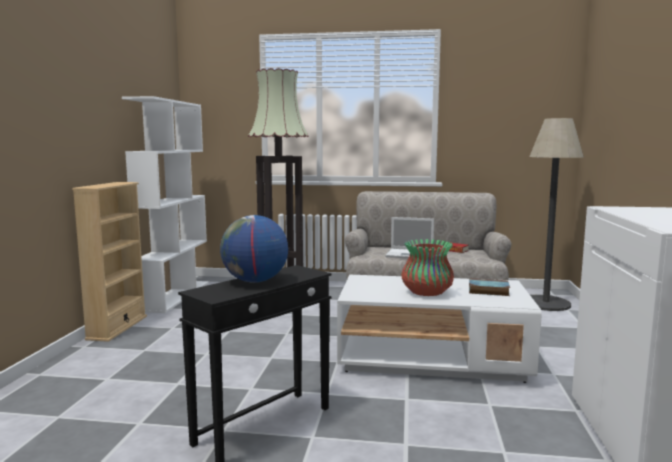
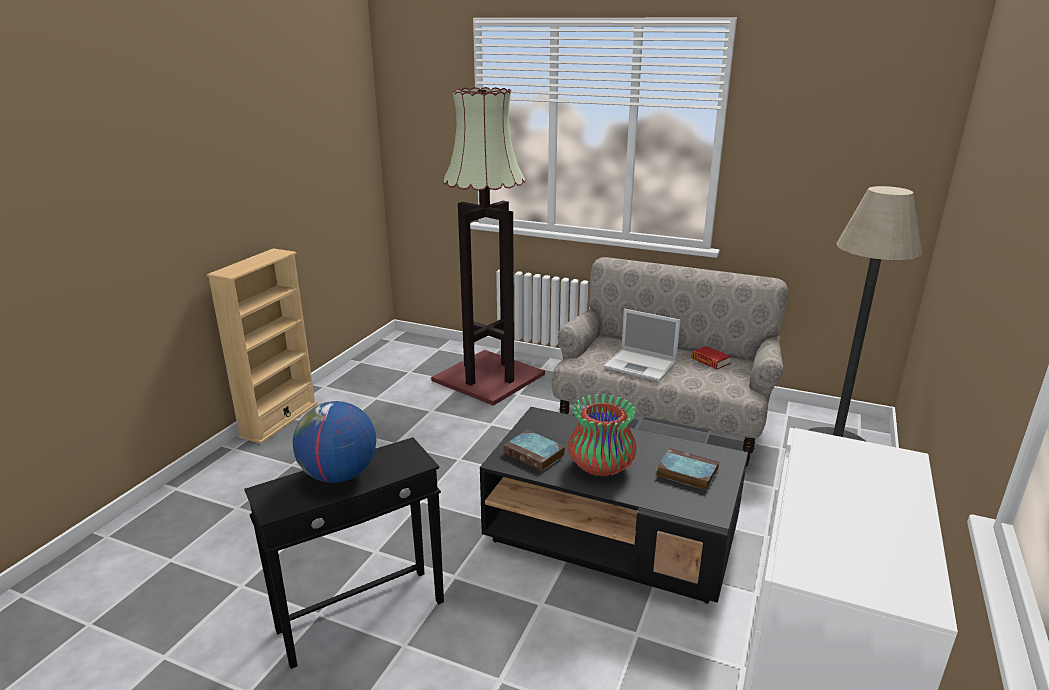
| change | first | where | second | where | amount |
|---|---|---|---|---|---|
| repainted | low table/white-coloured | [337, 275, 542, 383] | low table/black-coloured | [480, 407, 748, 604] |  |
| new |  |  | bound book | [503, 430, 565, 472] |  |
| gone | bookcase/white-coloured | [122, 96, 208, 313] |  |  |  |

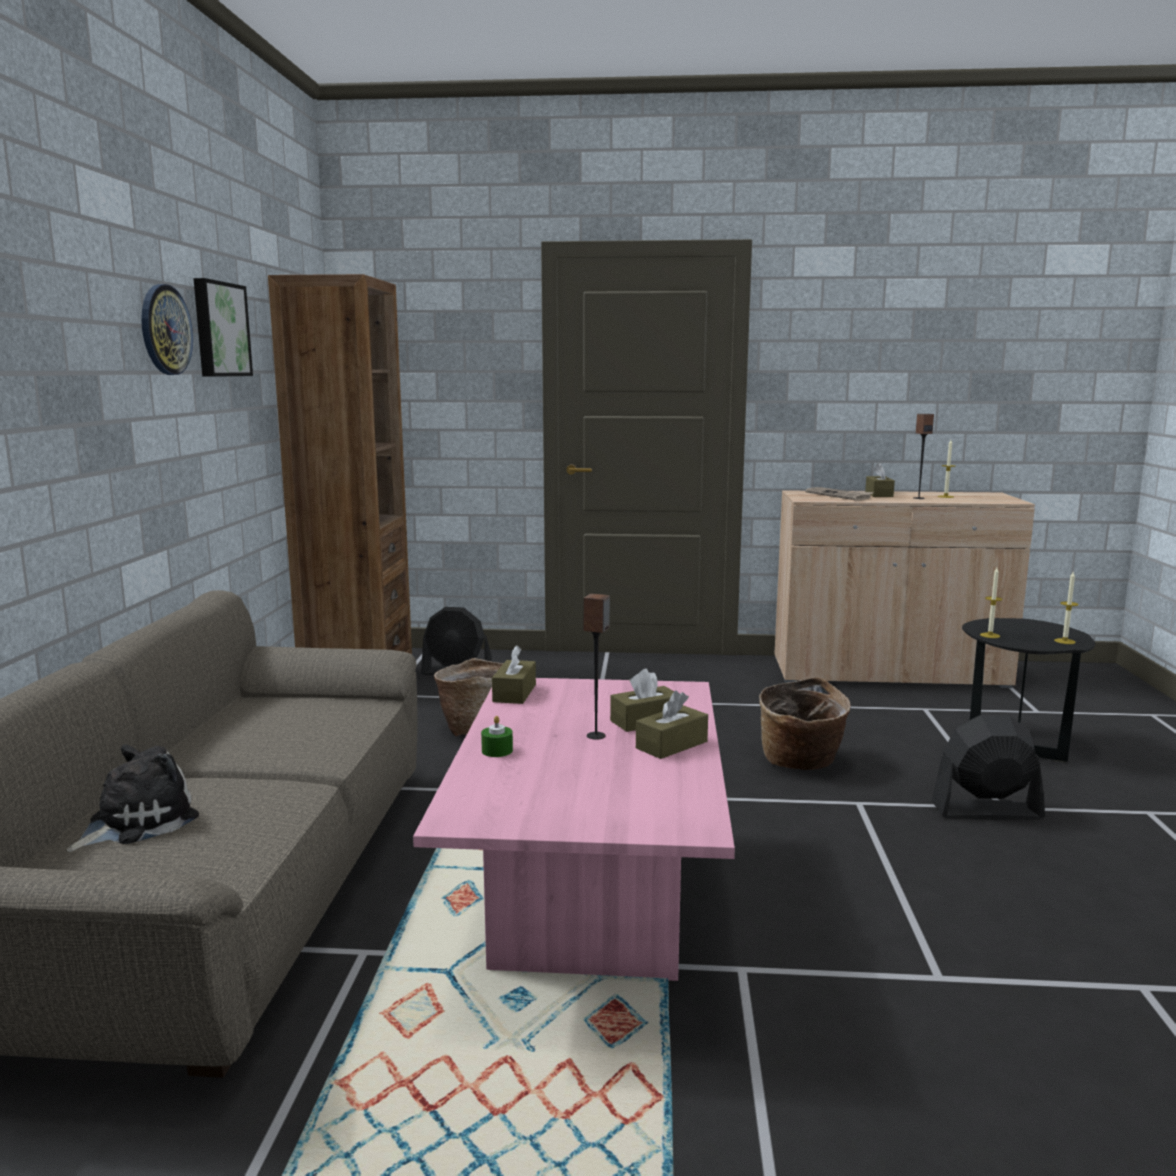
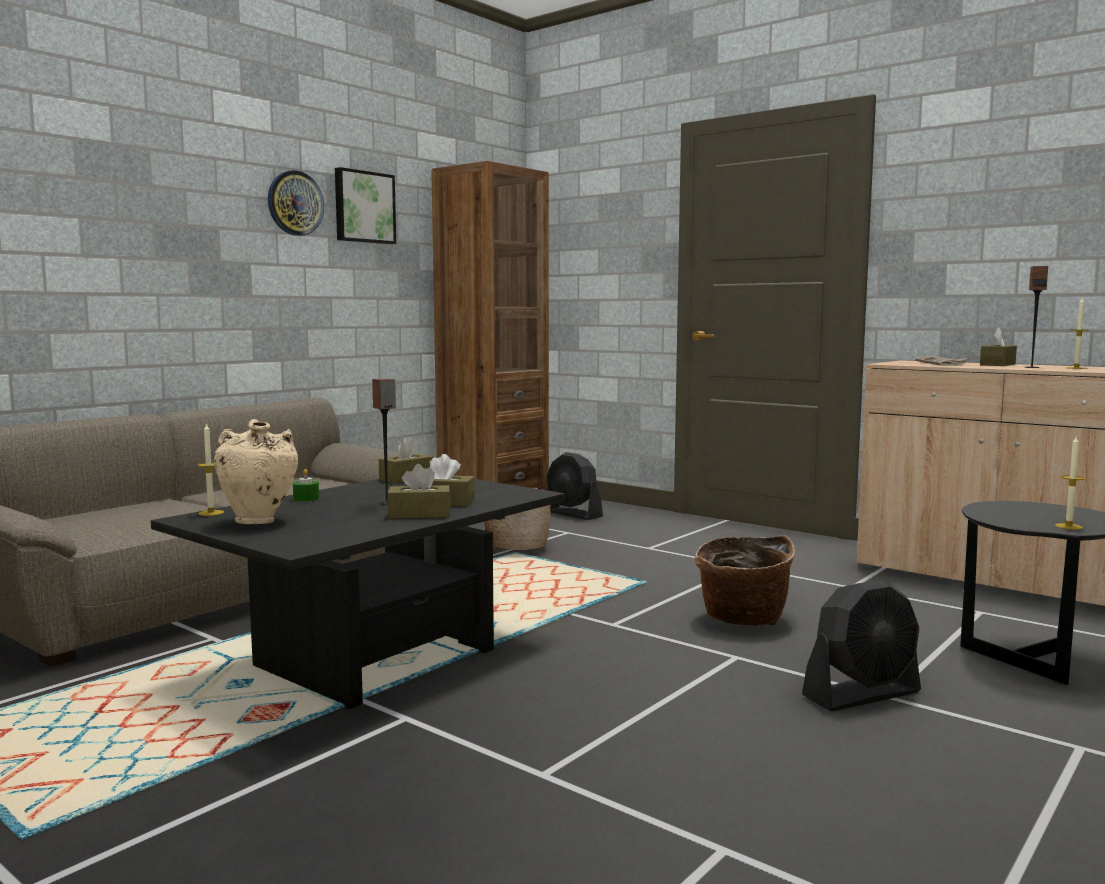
| change | first | where | second | where | amount |
|---|---|---|---|---|---|
| repainted | low table/pinkish | [413, 678, 735, 981] | low table/black-coloured | [151, 479, 565, 709] |  |
| shifted | candle | [980, 568, 1003, 638] |  | [197, 423, 224, 516] |  |
| new |  |  | decorative vase/beige | [214, 419, 298, 524] |  |
| rotated | fan/black-coloured | [932, 716, 1045, 820] |  | [802, 580, 921, 711] | 120 degrees clockwise |
| gone | plush toy | [67, 745, 199, 852] |  |  |  |

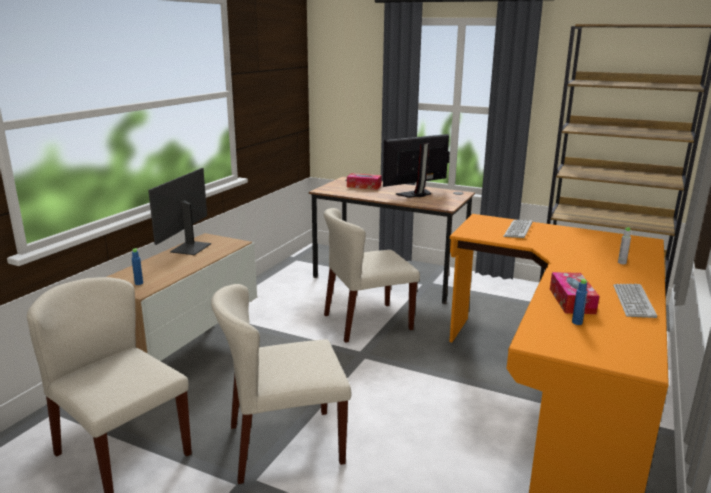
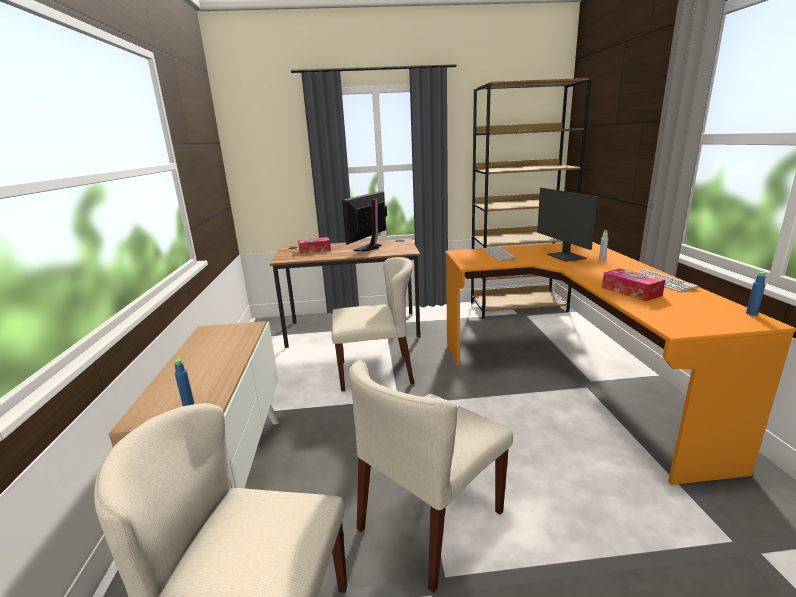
| change | first | where | second | where | amount |
|---|---|---|---|---|---|
| rotated | plain chair/beige | [324, 208, 420, 343] |  | [332, 257, 414, 391] | 135 degrees counterclockwise |
| shifted | computer screen | [148, 168, 211, 255] |  | [537, 188, 598, 262] |  |
| shifted | drink bottle/blue-coloured | [572, 279, 588, 325] |  | [746, 272, 768, 316] |  |

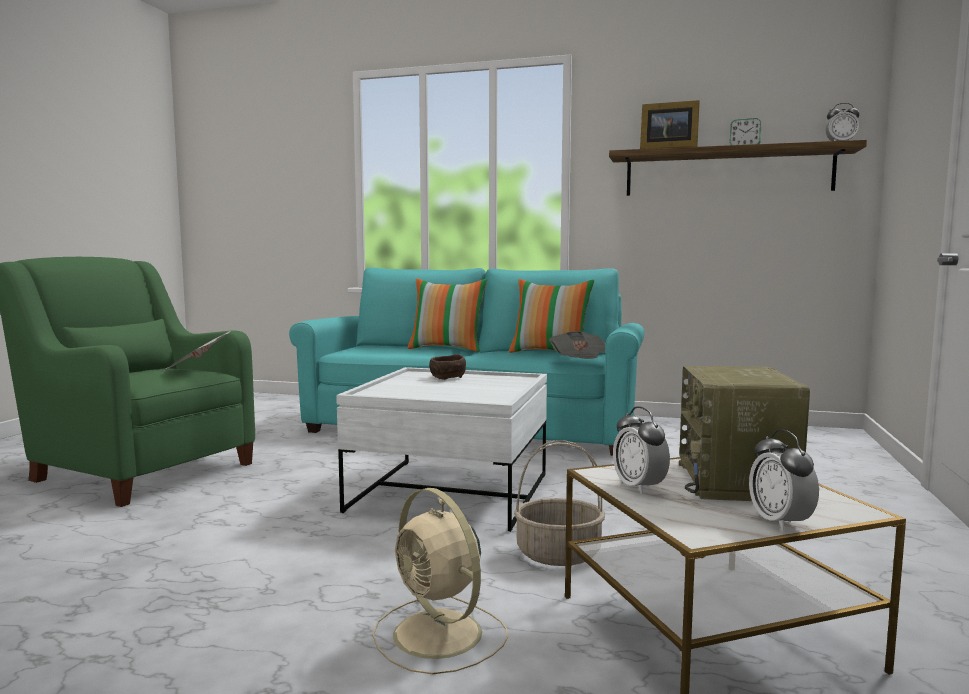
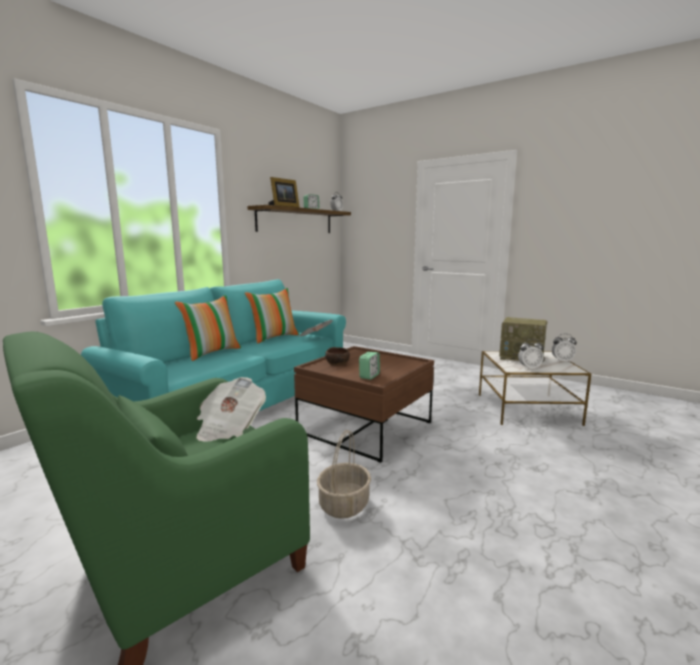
| change | first | where | second | where | amount |
|---|---|---|---|---|---|
| repainted | low table/white-coloured | [336, 367, 547, 532] | low table/brownish | [294, 346, 434, 463] |  |
| shifted | basket | [514, 440, 605, 566] |  | [317, 430, 371, 519] |  |
| new |  |  | bedside clock | [359, 352, 380, 380] |  |
| gone | fan/beige | [372, 488, 508, 674] |  |  |  |

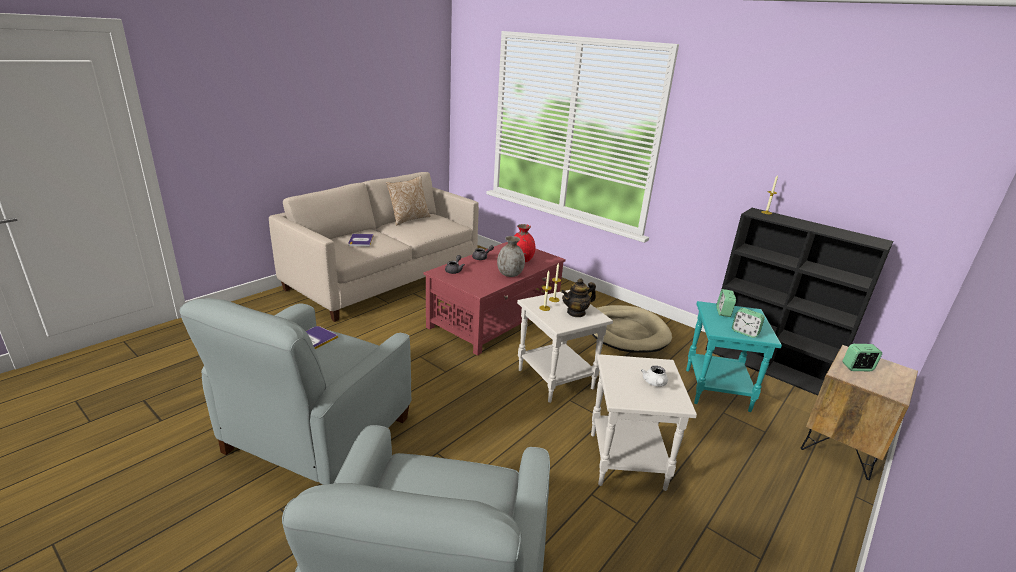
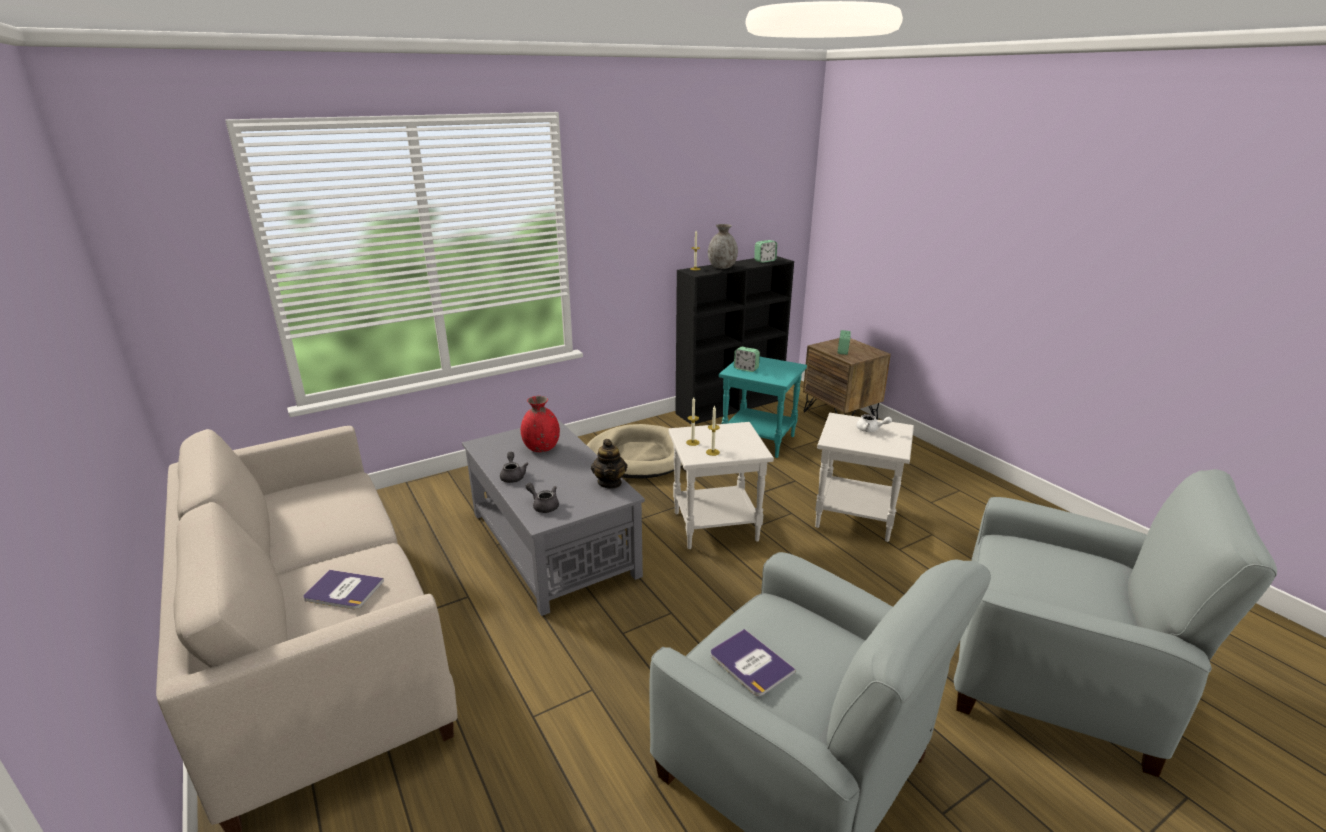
| change | first | where | second | where | amount |
|---|---|---|---|---|---|
| repainted | low table/reddish | [423, 242, 566, 356] | low table/gray | [462, 419, 645, 616] |  |
| shifted | pot for tea | [561, 278, 596, 317] |  | [591, 439, 627, 489] |  |
| shifted | decorative vase/gray | [497, 236, 525, 277] |  | [708, 224, 738, 269] |  |
| shifted | bedside clock | [732, 308, 765, 338] |  | [754, 240, 777, 263] |  |
| gone | cushion | [386, 176, 431, 226] |  |  |  |

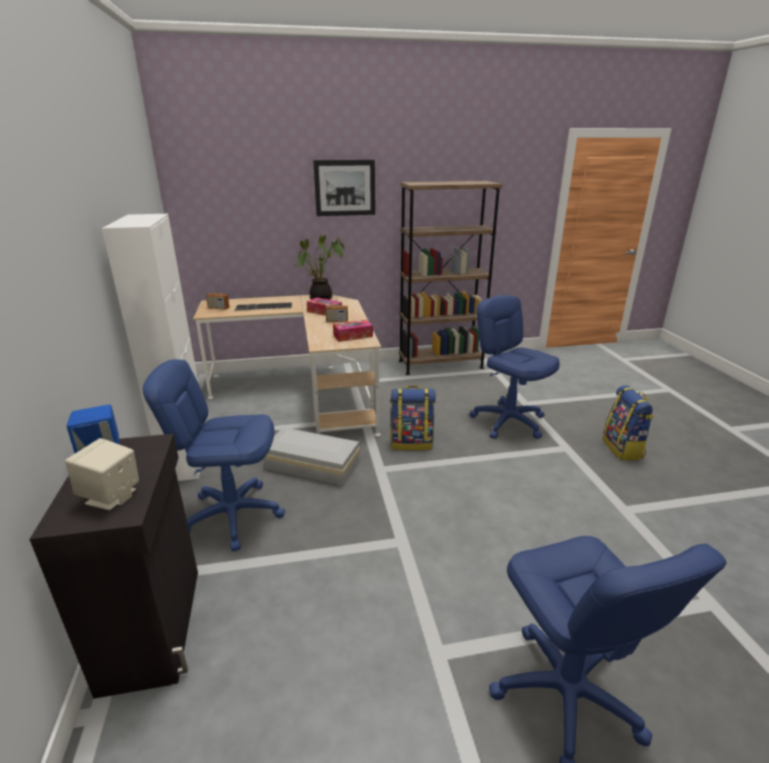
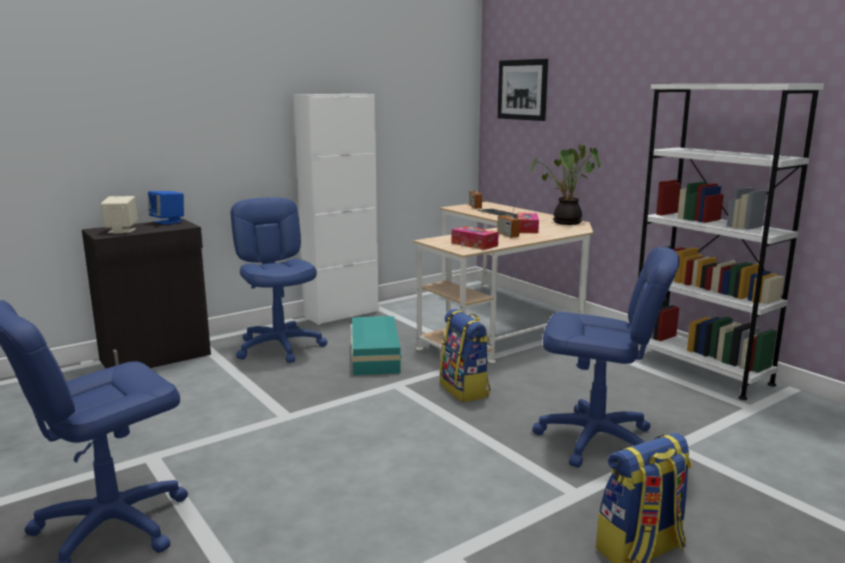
| change | first | where | second | where | amount |
|---|---|---|---|---|---|
| repainted | storage bin/white-coloured | [264, 427, 360, 486] | storage bin/blue-green | [351, 316, 402, 375] |  |
| shifted | picture | [313, 160, 375, 216] |  | [498, 59, 548, 121] |  |
| rotated | desk chair/blue-coloured | [469, 295, 560, 439] |  | [532, 247, 680, 468] | 75 degrees clockwise |
| repainted | bookcase/brownish | [399, 181, 503, 375] | bookcase/white-coloured | [638, 84, 824, 400] |  |

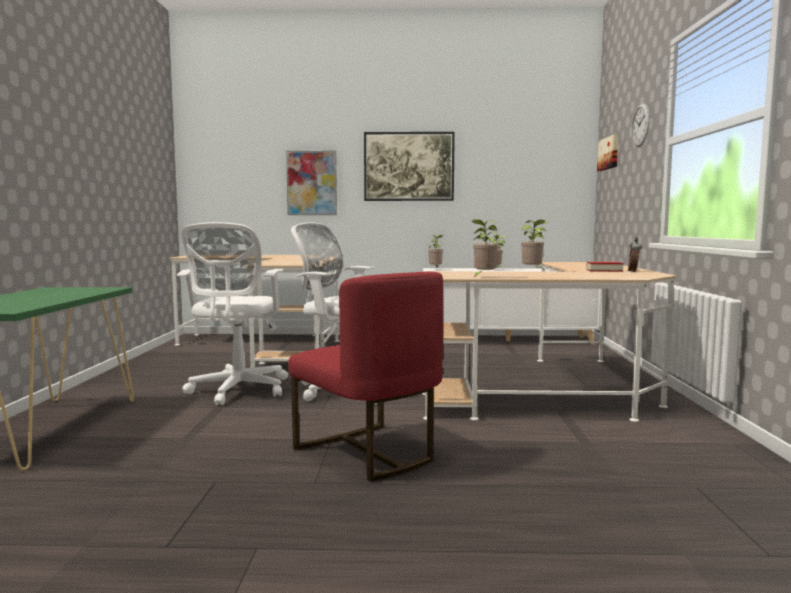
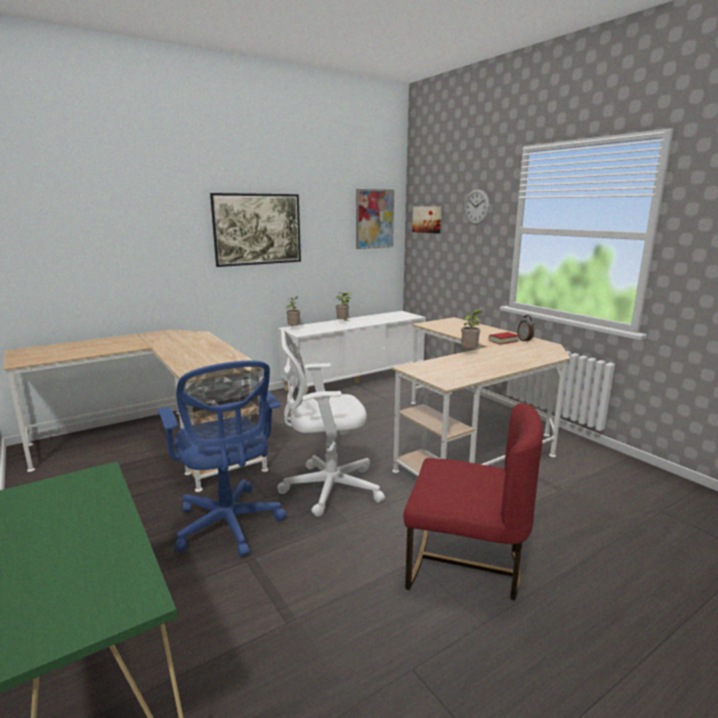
| change | first | where | second | where | amount |
|---|---|---|---|---|---|
| repainted | desk chair/white-coloured | [177, 222, 288, 405] | desk chair/blue-coloured | [158, 361, 287, 558] |  |
| shifted | picture | [286, 151, 337, 215] |  | [356, 189, 394, 249] |  |
| gone | houseplant | [471, 219, 498, 277] |  |  |  |

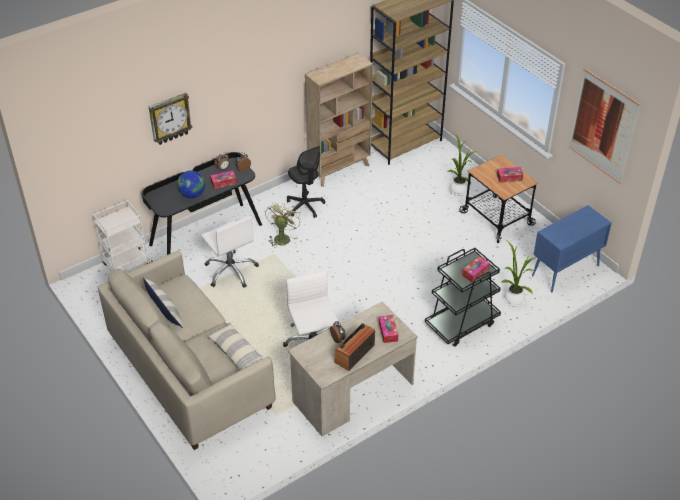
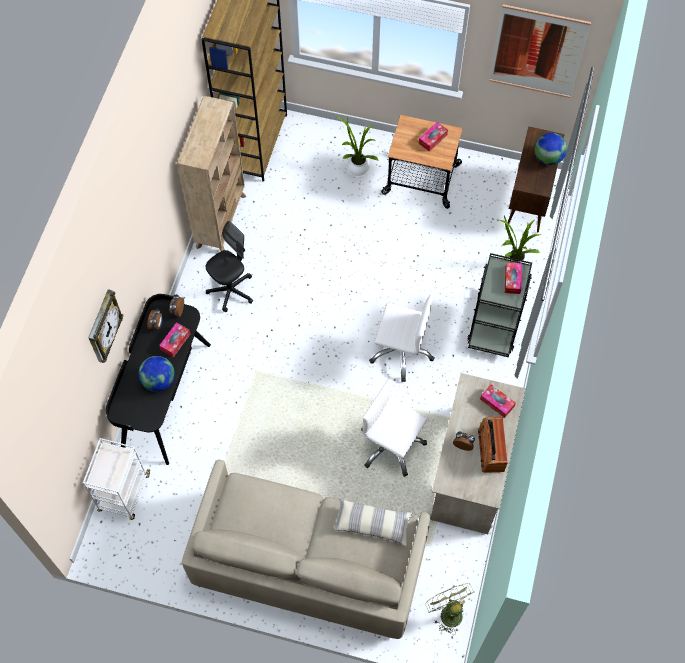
| change | first | where | second | where | amount |
|---|---|---|---|---|---|
| rotated | desk chair/black-coloured | [287, 146, 325, 218] |  | [206, 221, 253, 312] | 60 degrees counterclockwise |
| shifted | desk chair/white-coloured | [201, 216, 259, 288] |  | [369, 295, 435, 382] |  |
| shifted | fan/green | [265, 202, 301, 248] |  | [425, 583, 474, 635] |  |
| repainted | cabinet/blue-coloured | [532, 205, 612, 292] | cabinet/brownish | [508, 126, 565, 232] |  |
| new |  |  | globe | [534, 133, 567, 165] |  |
| gone | cushion | [143, 277, 184, 328] |  |  |  |

